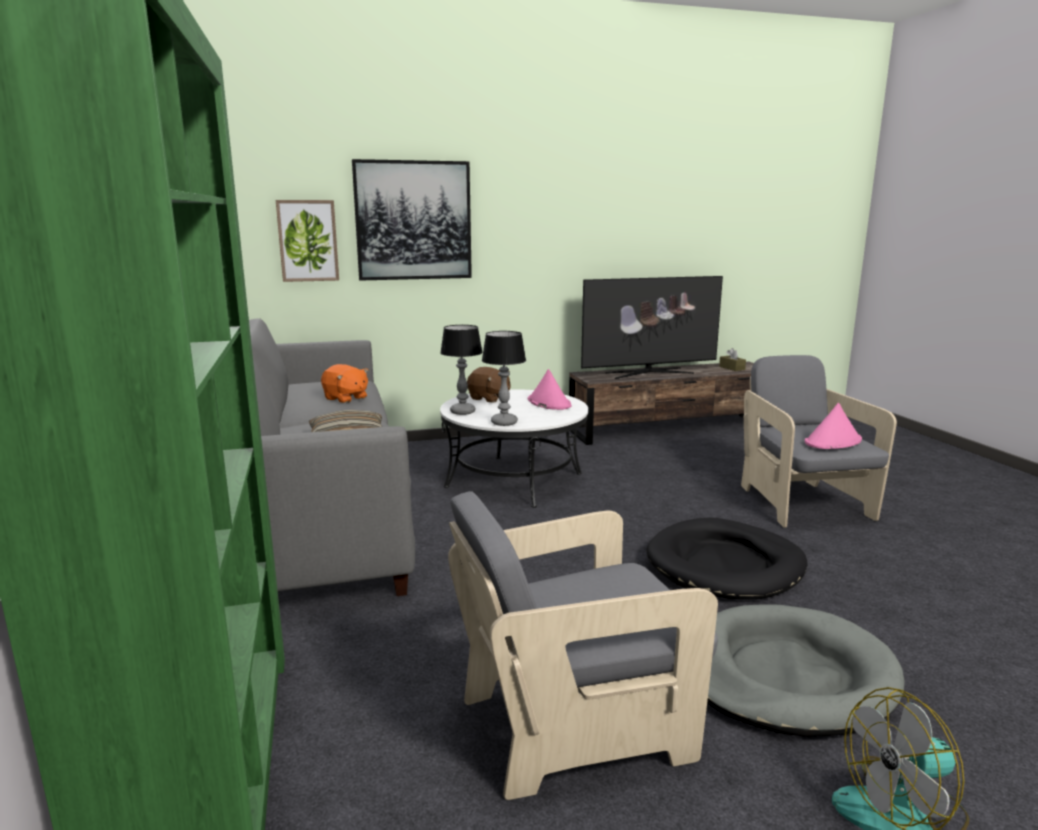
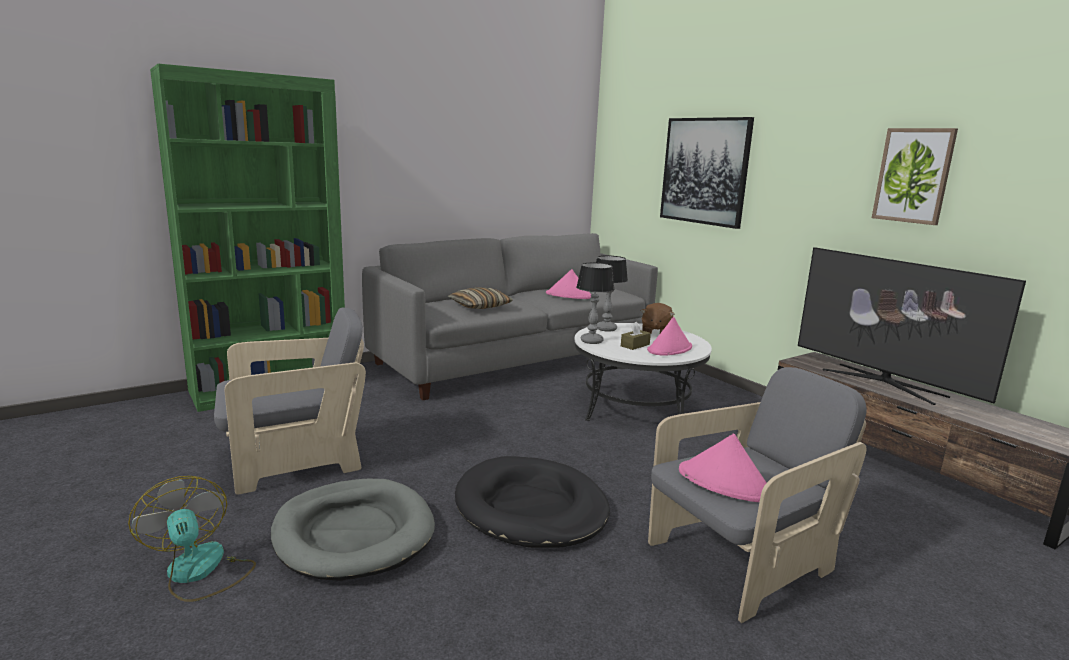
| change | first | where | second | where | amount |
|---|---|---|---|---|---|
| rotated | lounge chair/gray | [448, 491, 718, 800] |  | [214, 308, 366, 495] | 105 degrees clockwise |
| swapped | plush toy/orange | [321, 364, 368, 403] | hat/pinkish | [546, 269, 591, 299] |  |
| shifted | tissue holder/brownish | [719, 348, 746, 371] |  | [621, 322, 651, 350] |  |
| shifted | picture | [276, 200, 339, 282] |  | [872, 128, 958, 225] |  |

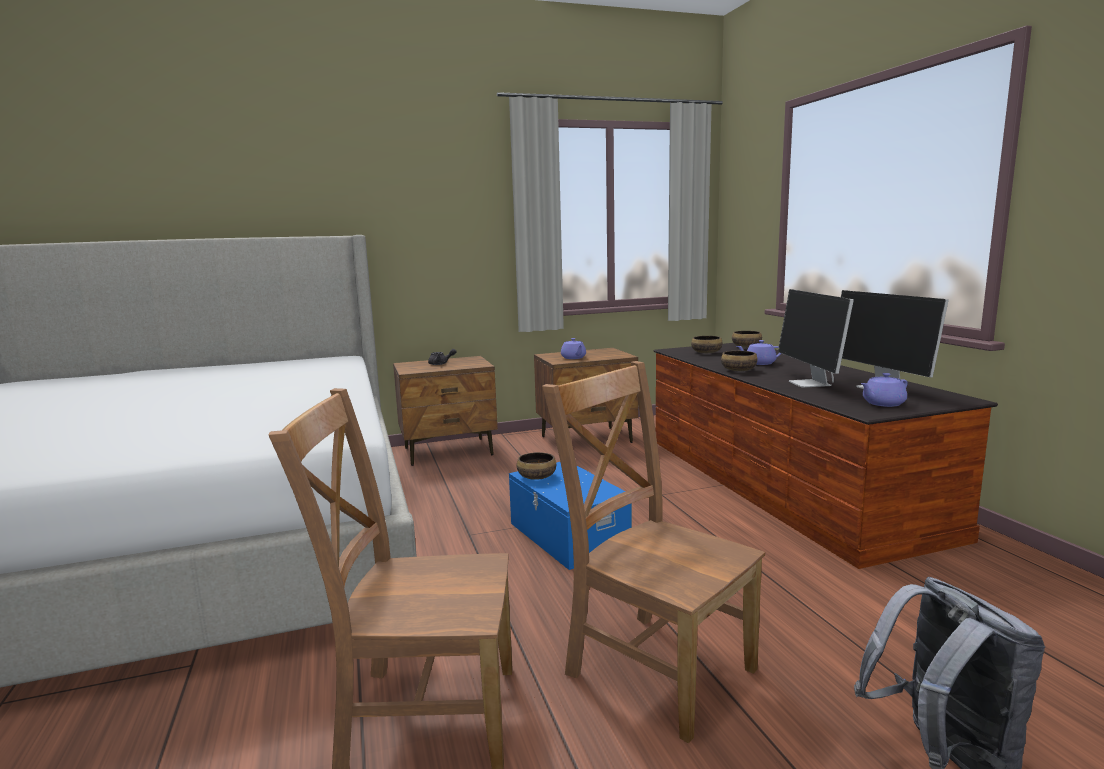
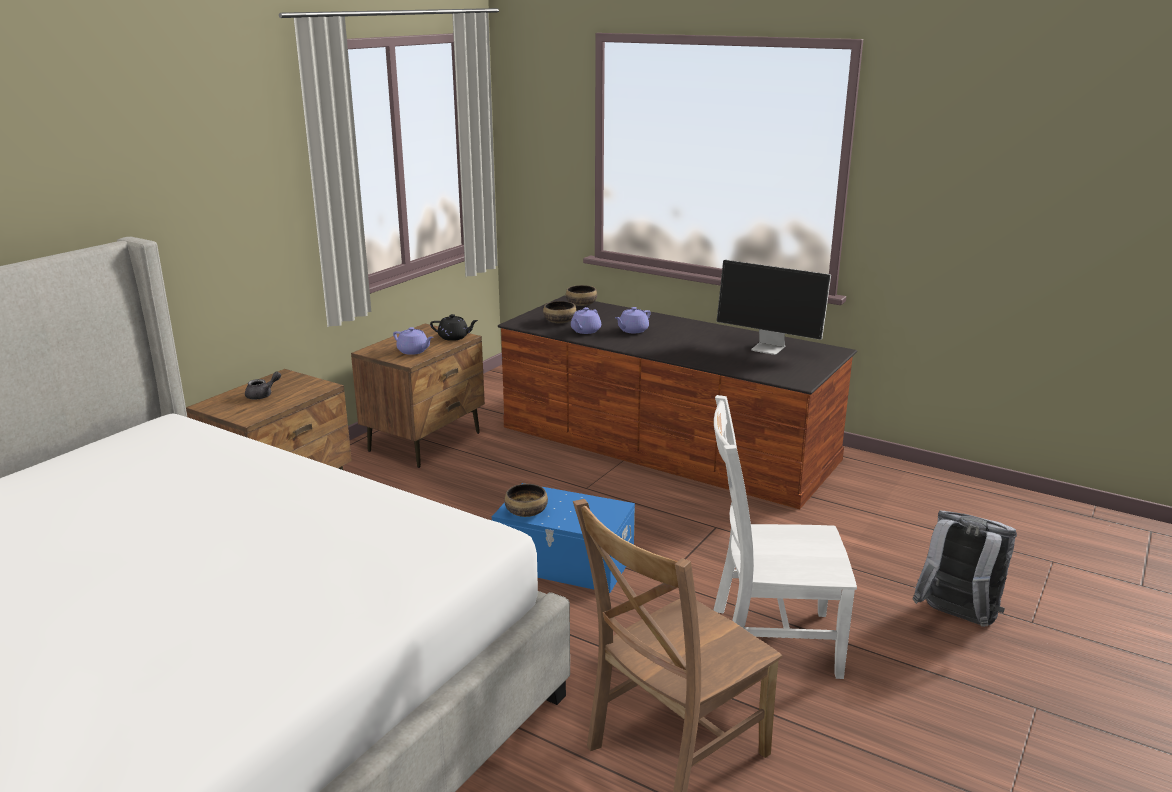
| change | first | where | second | where | amount |
|---|---|---|---|---|---|
| new |  |  | pot for tea/black-coloured | [430, 314, 478, 341] |  |
| shifted | pot for tea/purple | [861, 373, 908, 407] |  | [571, 307, 601, 334] |  |
| repainted | plain chair/brownish | [542, 361, 765, 743] | plain chair/white-coloured | [714, 395, 857, 679] |  |
| gone | serving bowl | [721, 351, 757, 371] |  |  |  |
| gone | computer screen | [778, 289, 854, 388] |  |  |  |

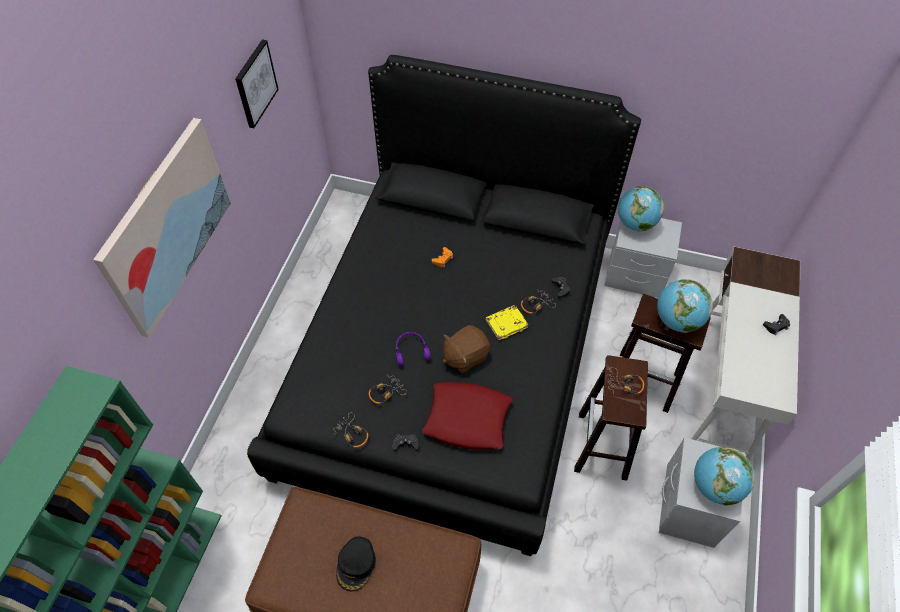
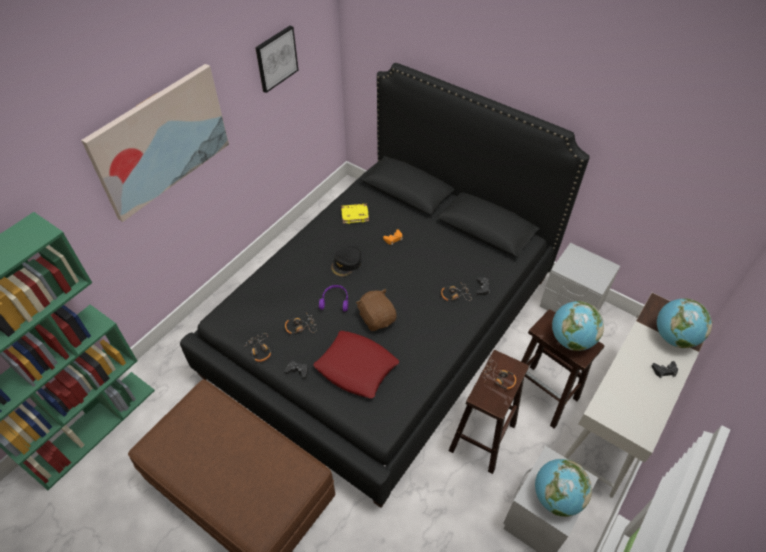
| change | first | where | second | where | amount |
|---|---|---|---|---|---|
| shifted | cap/black-coloured | [336, 536, 376, 592] |  | [330, 246, 361, 277] |  |
| shifted | bound book/yellow | [486, 305, 528, 340] |  | [341, 204, 369, 224] |  |
| rotated | plush toy/brownish | [443, 325, 491, 374] |  | [356, 289, 397, 331] | 75 degrees clockwise |
| shifted | globe | [618, 186, 664, 231] |  | [657, 298, 712, 348] |  |

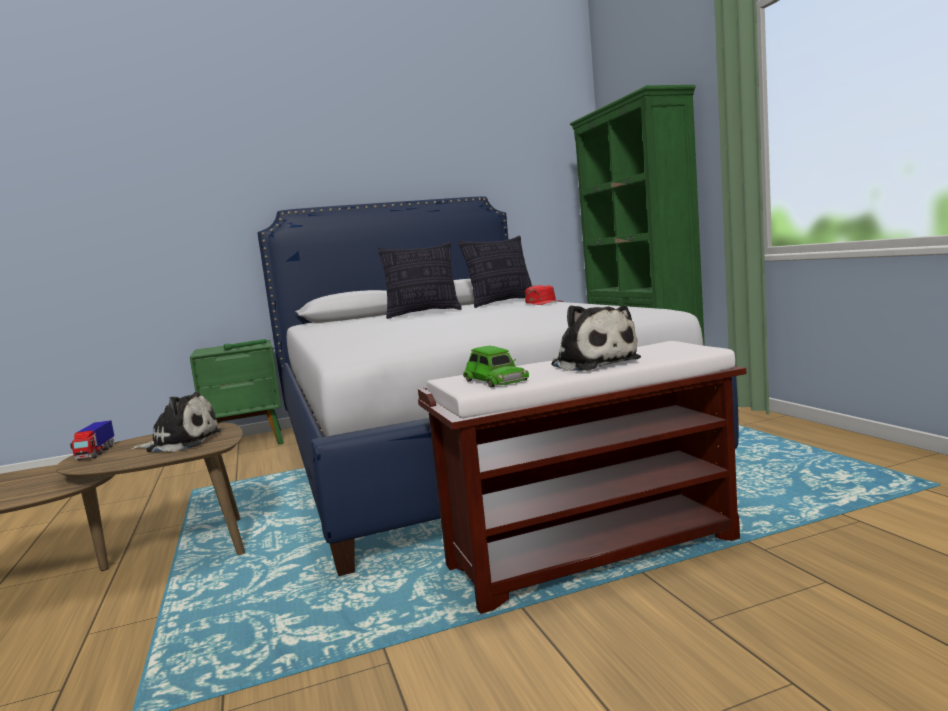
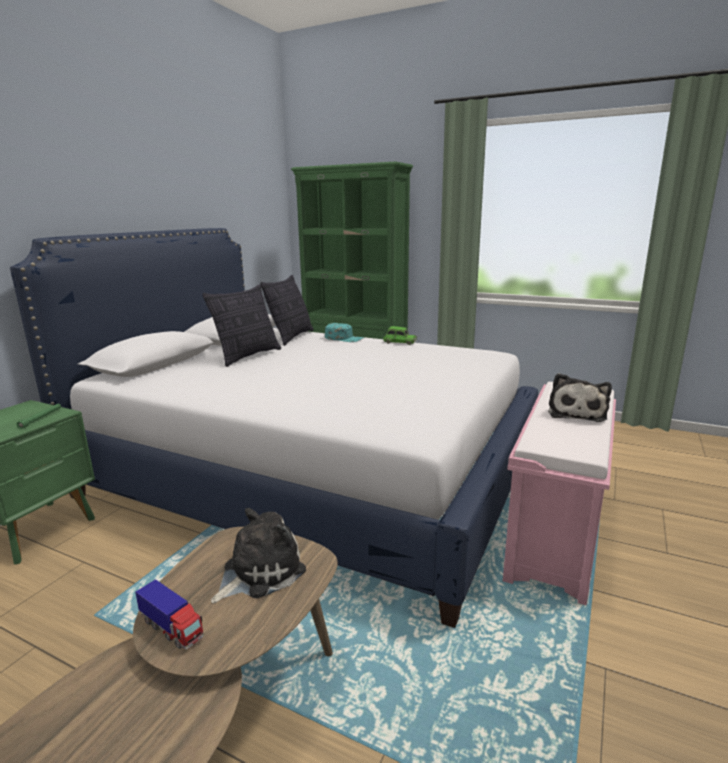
| change | first | where | second | where | amount |
|---|---|---|---|---|---|
| repainted | cap/reddish | [525, 285, 563, 305] | cap/blue-green | [325, 323, 364, 342] |  |
| shifted | toy car/green | [463, 345, 529, 388] |  | [383, 326, 417, 345] |  |
| repainted | long seat/brownish | [418, 341, 746, 614] | long seat/pinkish | [503, 382, 616, 605] |  |
| rotated | plush toy | [551, 305, 641, 371] |  | [548, 373, 612, 422] | 90 degrees clockwise |

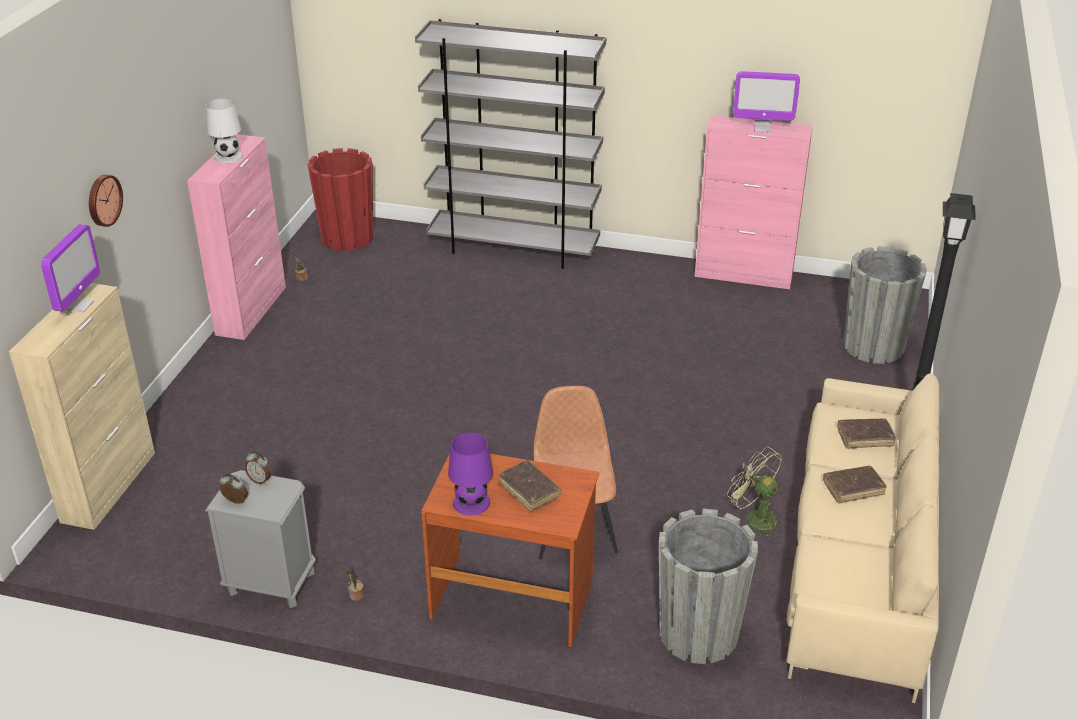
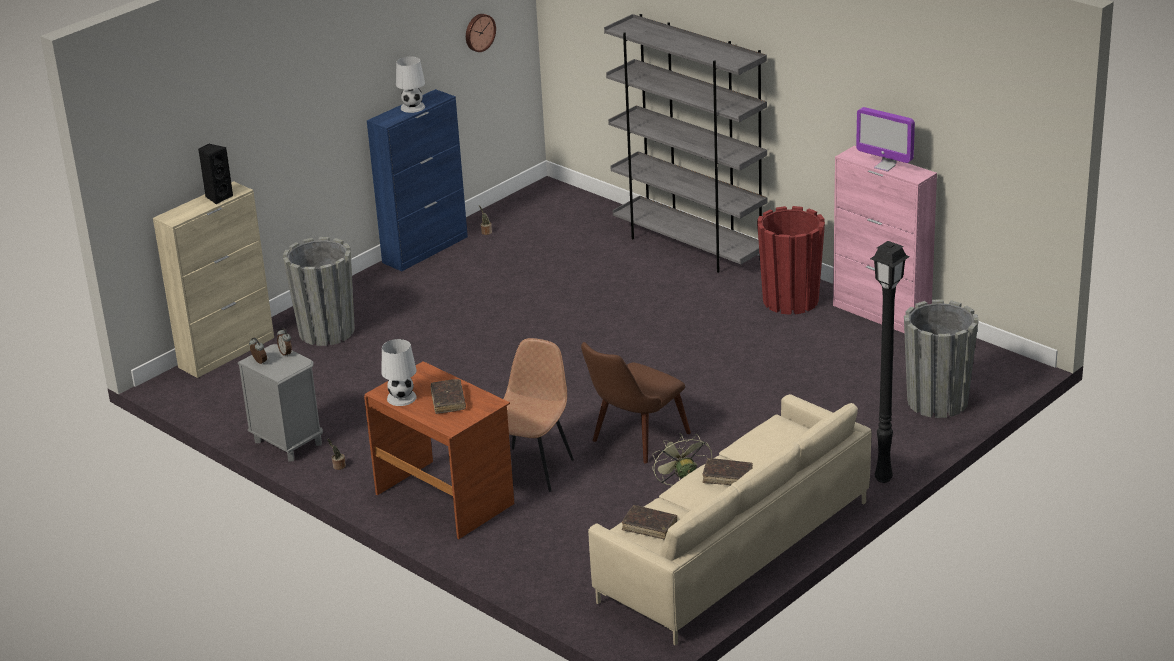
| change | first | where | second | where | amount |
|---|---|---|---|---|---|
| swapped | computer screen | [41, 224, 100, 312] | audio speaker/black-coloured | [198, 143, 233, 204] |  |
| shifted | planter/gray | [659, 509, 758, 664] |  | [283, 237, 355, 346] |  |
| repainted | cabinet/pinkish | [187, 134, 286, 340] | cabinet/blue-coloured | [367, 89, 468, 271] |  |
| repainted | table lamp/purple | [448, 433, 493, 516] | table lamp/white-coloured | [381, 339, 417, 406] |  |
| shifted | hanging clock | [89, 175, 123, 227] |  | [466, 14, 496, 52] |  |
| new |  |  | plain chair/brownish | [581, 342, 691, 464] |  |
| shifted | bound book/brownish | [837, 418, 896, 449] |  | [622, 505, 677, 540] |  |
| shifted | planter/reddish | [307, 148, 373, 251] |  | [757, 206, 825, 315] |  |

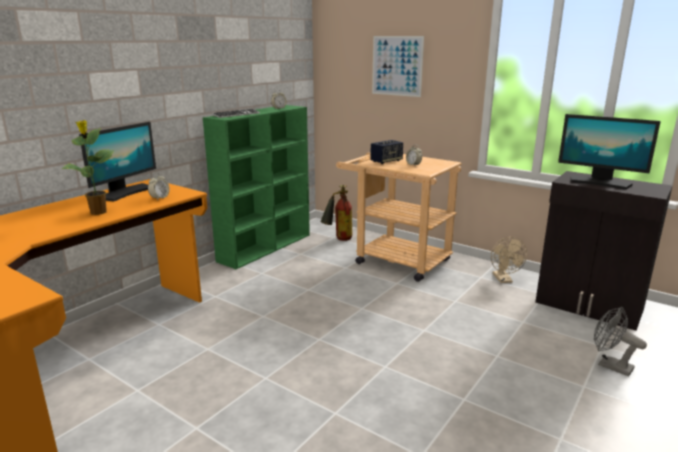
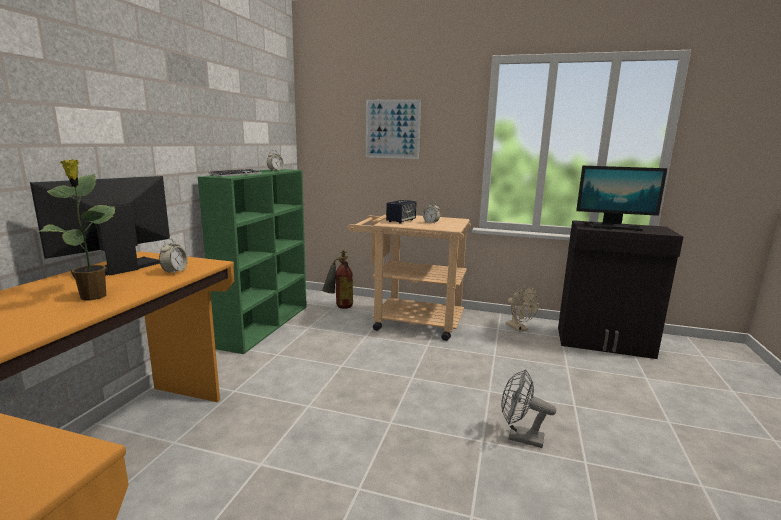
| change | first | where | second | where | amount |
|---|---|---|---|---|---|
| rotated | computer screen | [79, 122, 156, 201] |  | [30, 176, 170, 278] | 150 degrees counterclockwise |
| shifted | fan/gray | [594, 307, 647, 376] |  | [501, 369, 556, 448] |  |

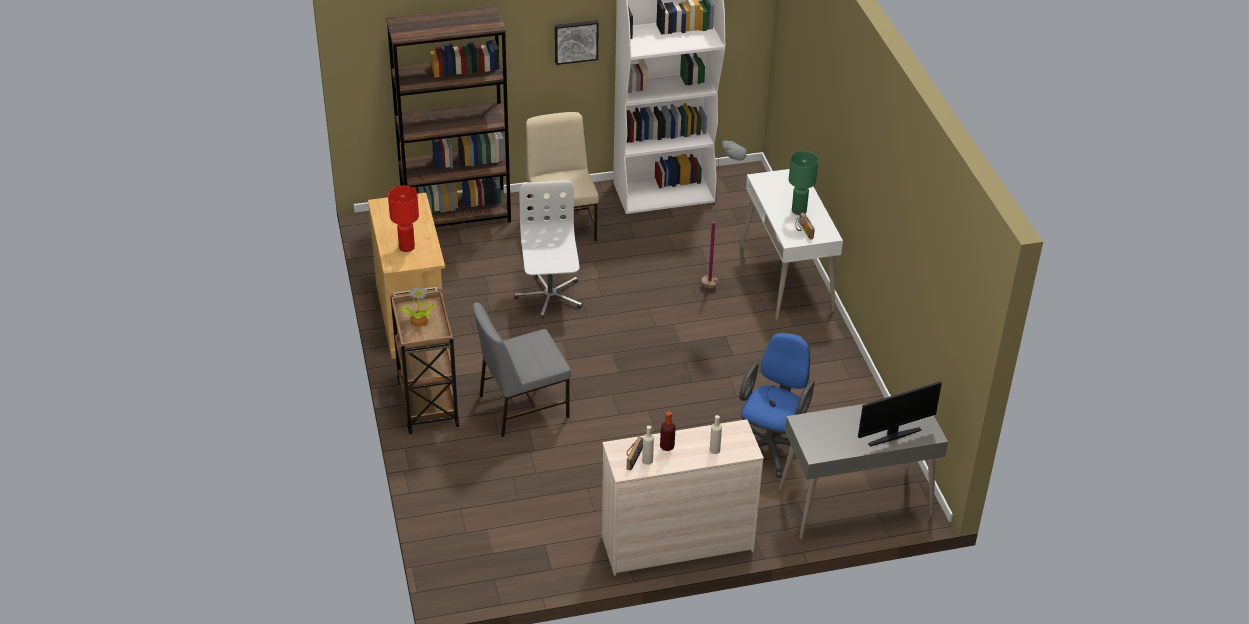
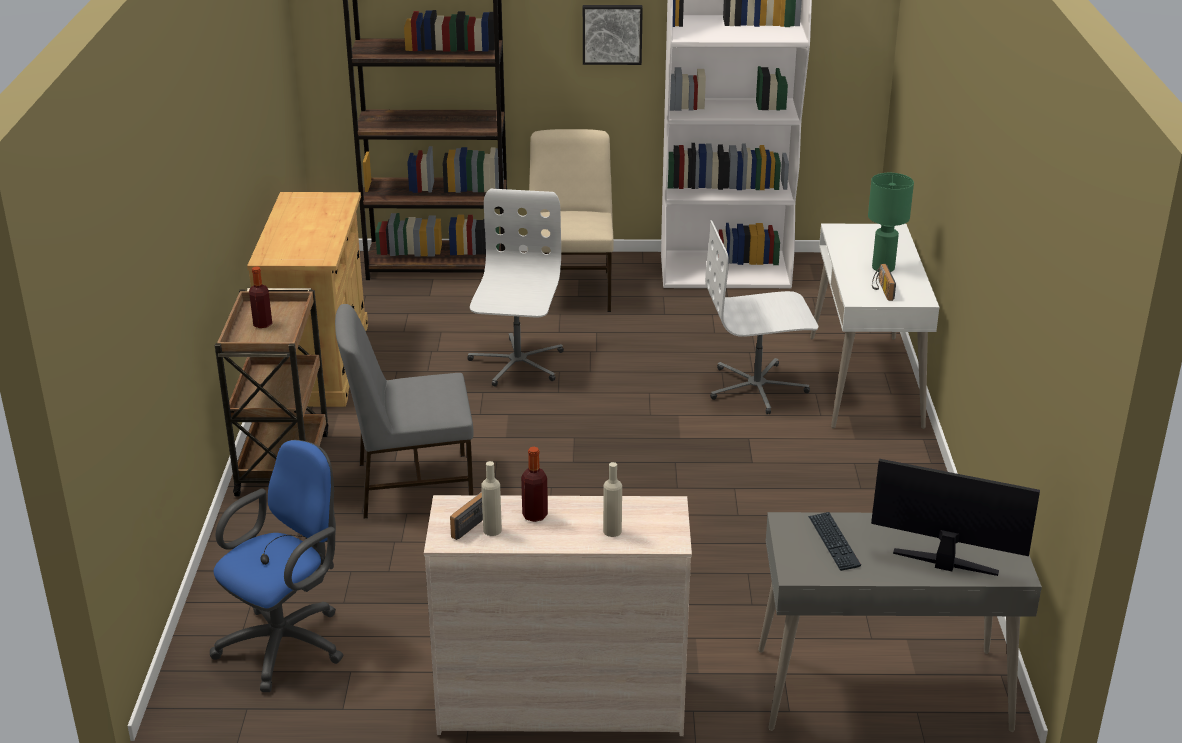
| change | first | where | second | where | amount |
|---|---|---|---|---|---|
| shifted | desk chair/blue-coloured | [739, 333, 815, 478] |  | [210, 440, 343, 692] |  |
| swapped | houseplant | [398, 286, 436, 327] | drink bottle | [249, 267, 272, 328] |  |
| swapped | standard lamp/gray | [702, 140, 747, 288] | desk chair/white-coloured | [705, 220, 818, 414] |  |
| new |  |  | keyboard | [808, 512, 861, 571] |  |
| rotated | computer screen | [858, 381, 942, 446] |  | [871, 459, 1040, 576] | 150 degrees counterclockwise |
| gone | table lamp/reddish | [388, 185, 419, 252] |  |  |  |

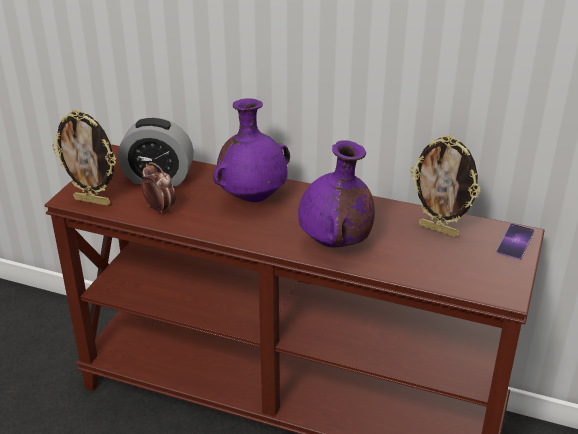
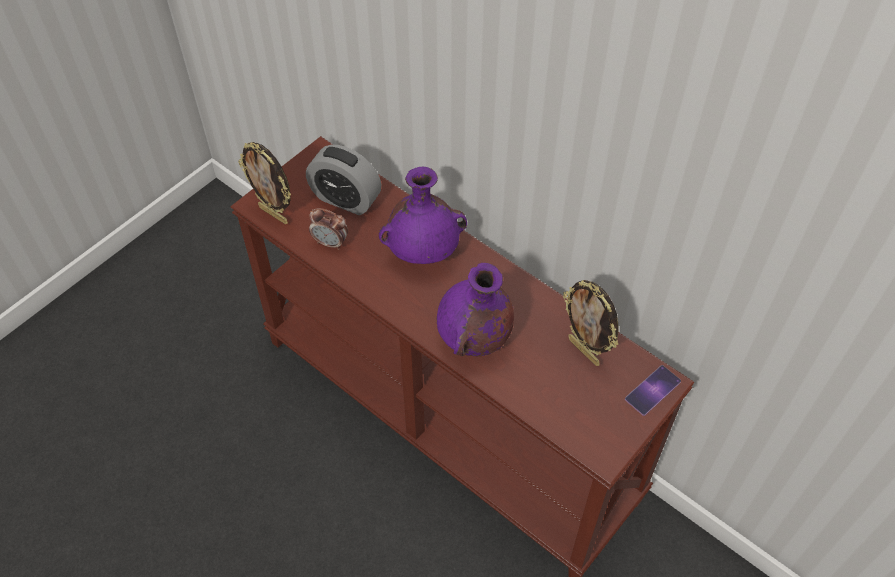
| change | first | where | second | where | amount |
|---|---|---|---|---|---|
| rotated | bedside clock | [141, 162, 176, 215] |  | [309, 208, 348, 250] | 135 degrees clockwise |

